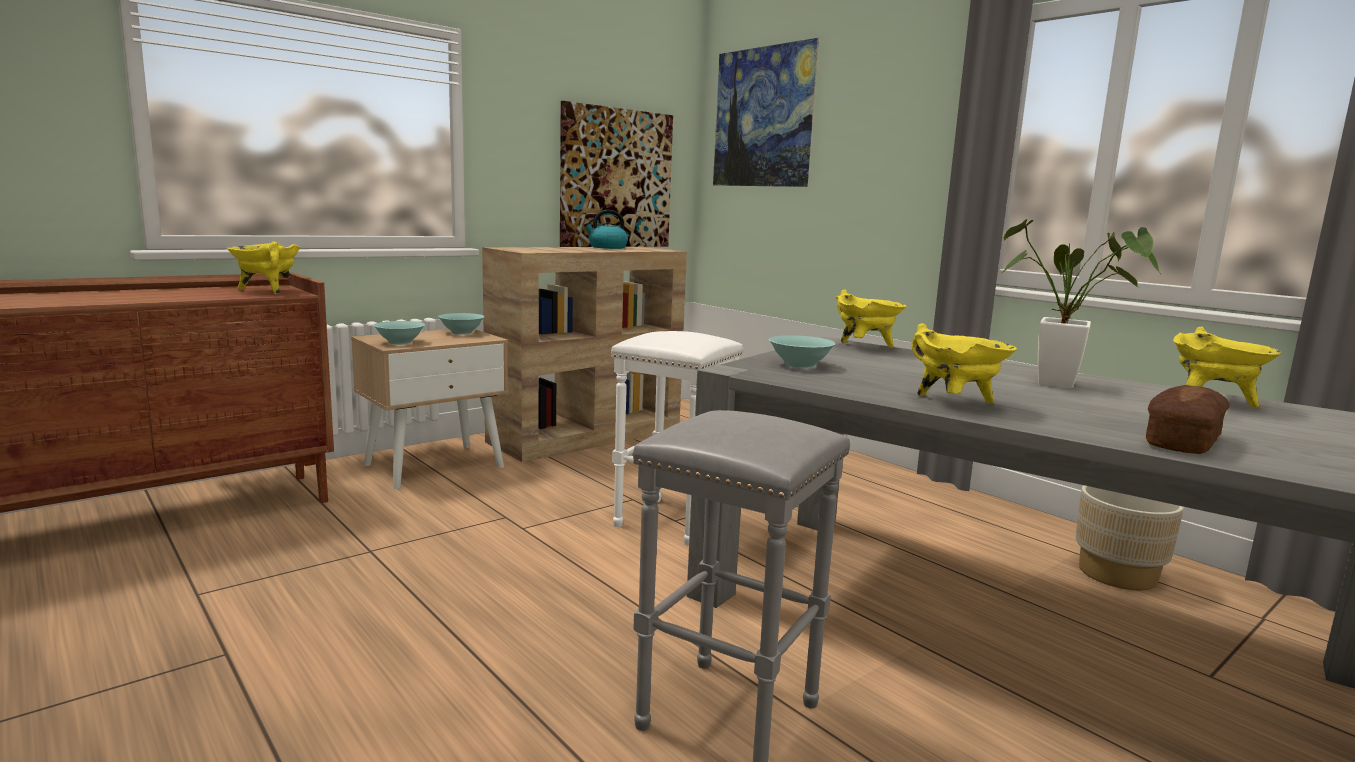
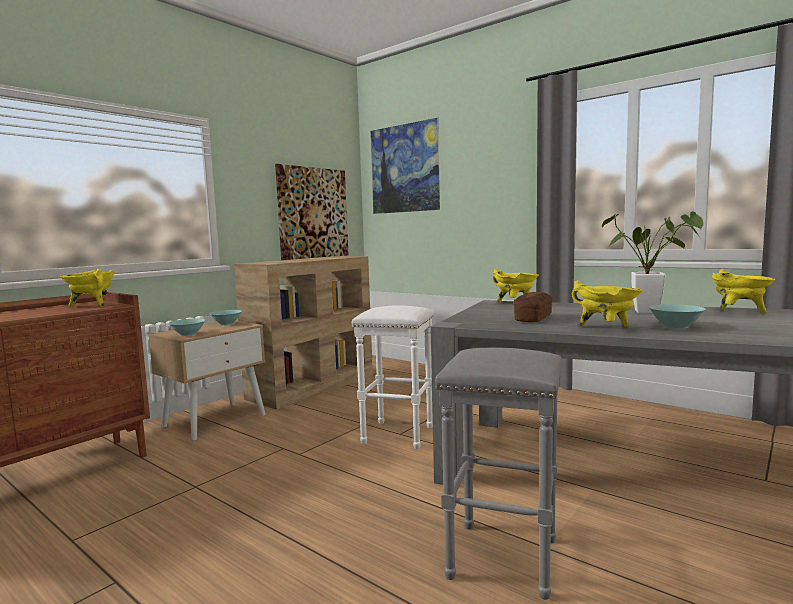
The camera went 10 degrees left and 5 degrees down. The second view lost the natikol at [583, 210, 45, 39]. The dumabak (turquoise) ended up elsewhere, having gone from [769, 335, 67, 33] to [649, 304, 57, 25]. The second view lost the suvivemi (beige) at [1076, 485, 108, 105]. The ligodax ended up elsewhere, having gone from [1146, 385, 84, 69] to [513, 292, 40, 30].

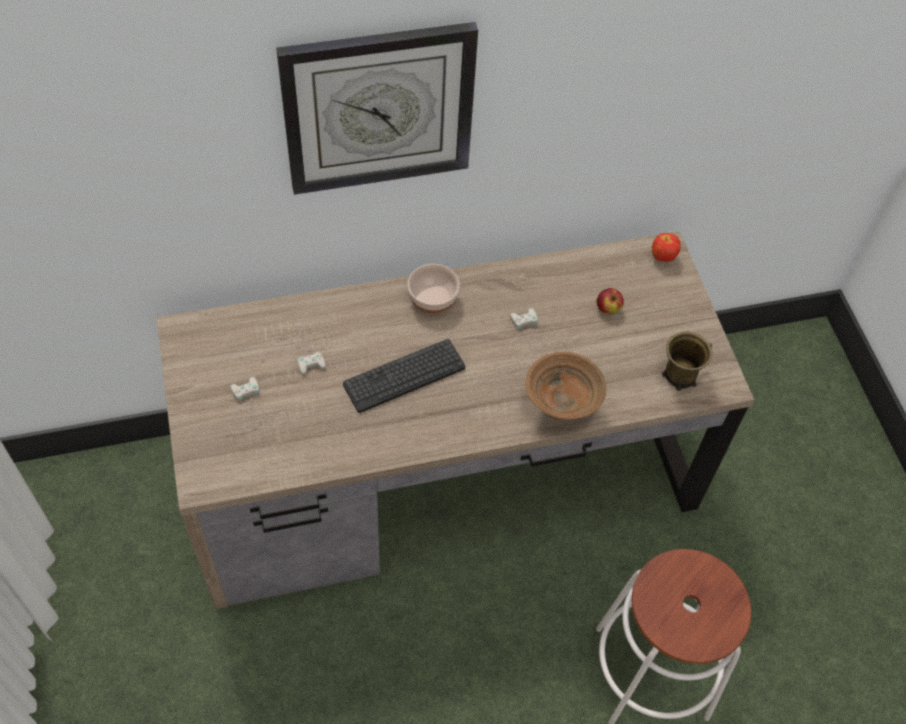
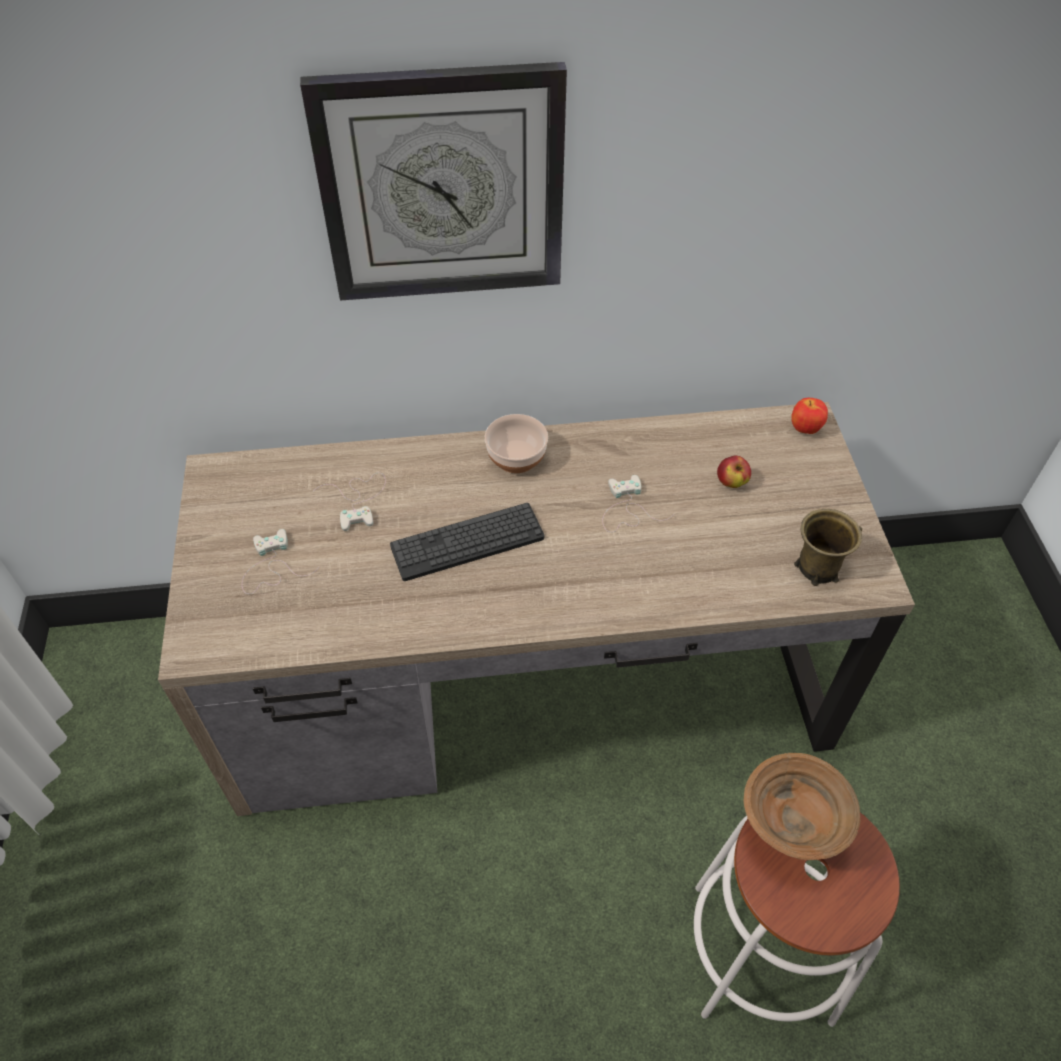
The camera went 10 degrees right and 5 degrees down. The dumabak (brown) ended up elsewhere, having gone from [525, 351, 81, 69] to [743, 753, 117, 107].

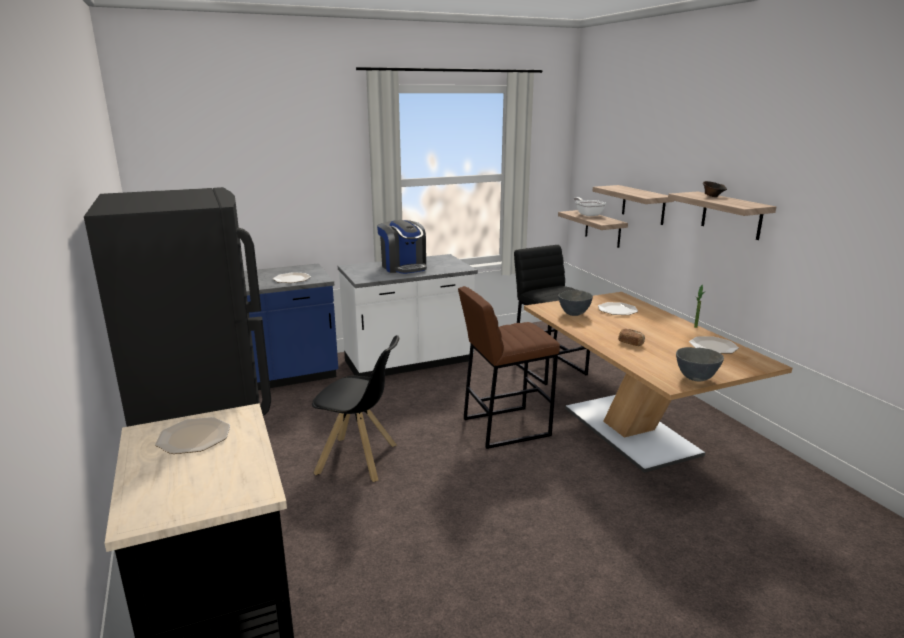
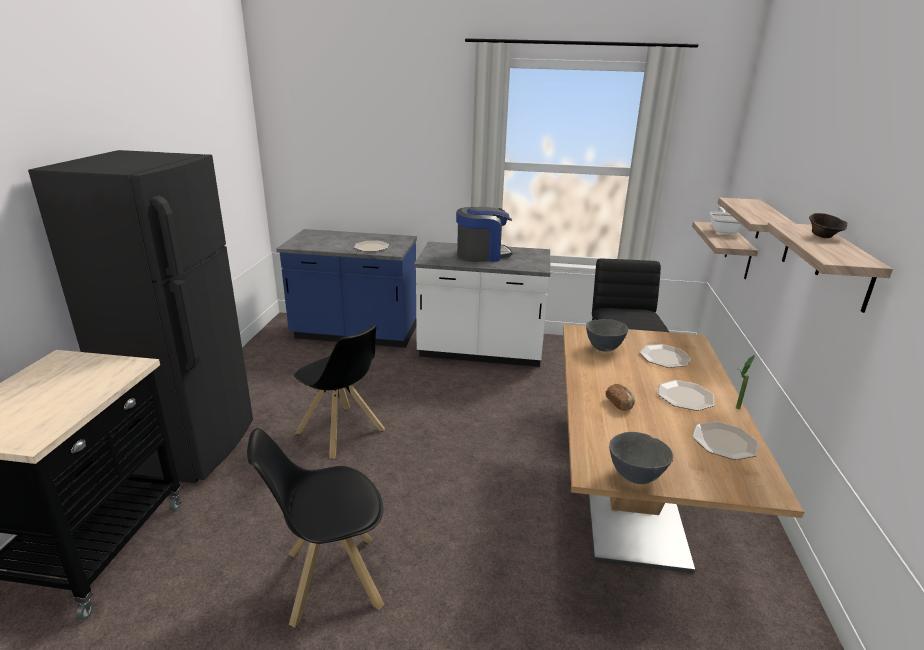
The camera went 30 degrees right and 5 degrees up. The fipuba ended up elsewhere, having gone from [155, 417, 75, 37] to [658, 380, 57, 31]. The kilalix at [377, 220, 50, 54] ended up facing another way, 105 degrees counterclockwise from before. The second view lost the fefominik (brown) at [458, 286, 102, 163]. The second view gained the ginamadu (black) at [247, 428, 137, 200].

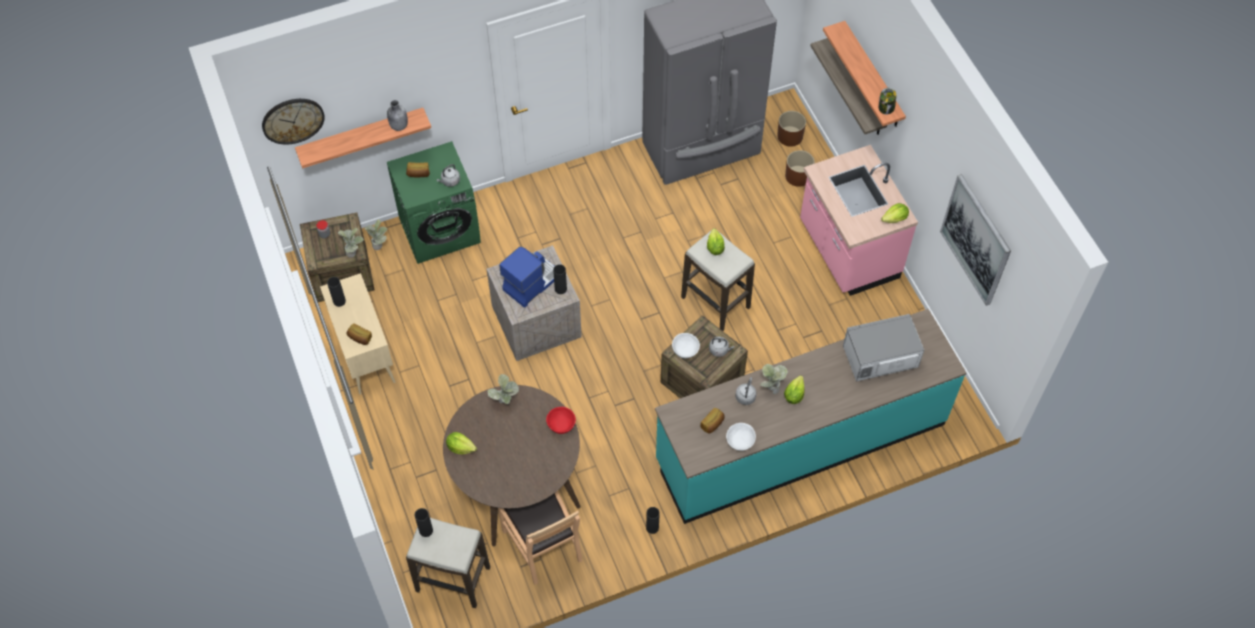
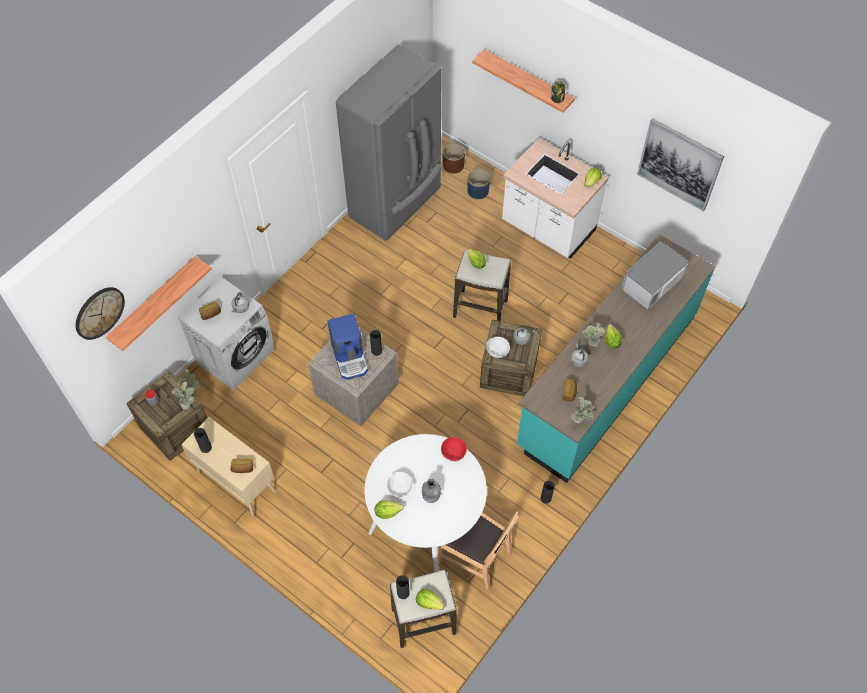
The camera went 30 degrees left and 0 degrees up. The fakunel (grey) ended up elsewhere, having gone from [387, 100, 21, 31] to [422, 479, 19, 24]. What was the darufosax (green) at [387, 141, 94, 123] turned into the darufosax (white) at [178, 277, 96, 113]. What was the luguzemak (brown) at [443, 385, 138, 161] turned into the luguzemak (white) at [365, 434, 122, 138]. The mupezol ended up elsewhere, having gone from [488, 374, 31, 30] to [571, 397, 24, 26]. The kilalix at [499, 247, 56, 61] ended up facing another way, 150 degrees clockwise from before. The dumabak (white) ended up elsewhere, having gone from [726, 423, 30, 28] to [387, 472, 26, 25]. What was the suvivemi (brown) at [785, 150, 29, 37] turned into the suvivemi (blue) at [467, 169, 23, 30]. What was the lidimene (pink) at [800, 145, 118, 151] turned into the lidimene (white) at [502, 138, 107, 120]. The second view lost the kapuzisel at [810, 38, 77, 97]. The second view gained the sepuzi at [416, 589, 28, 21].

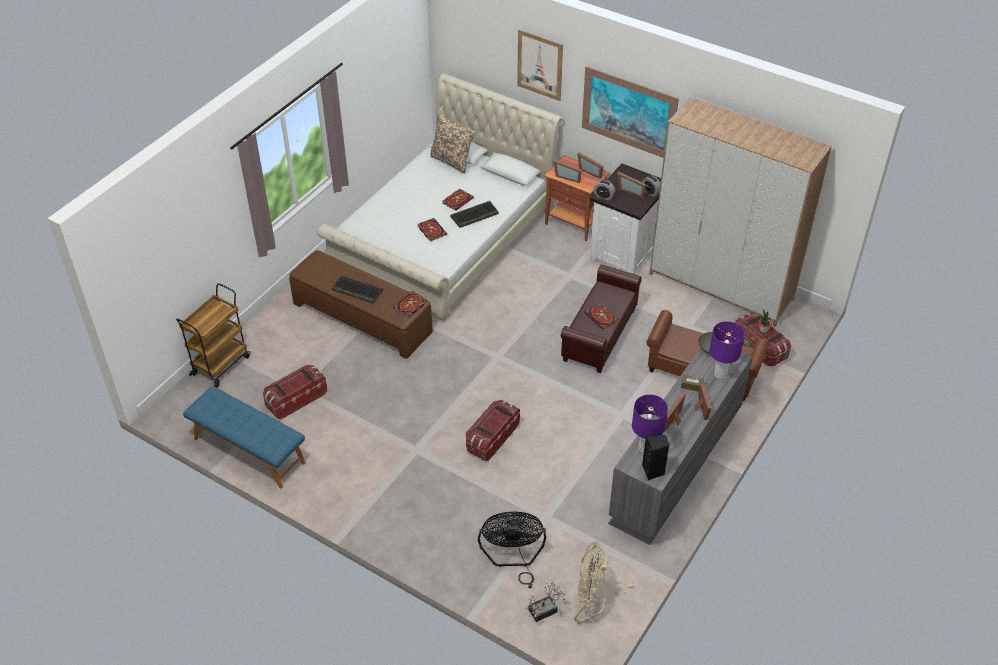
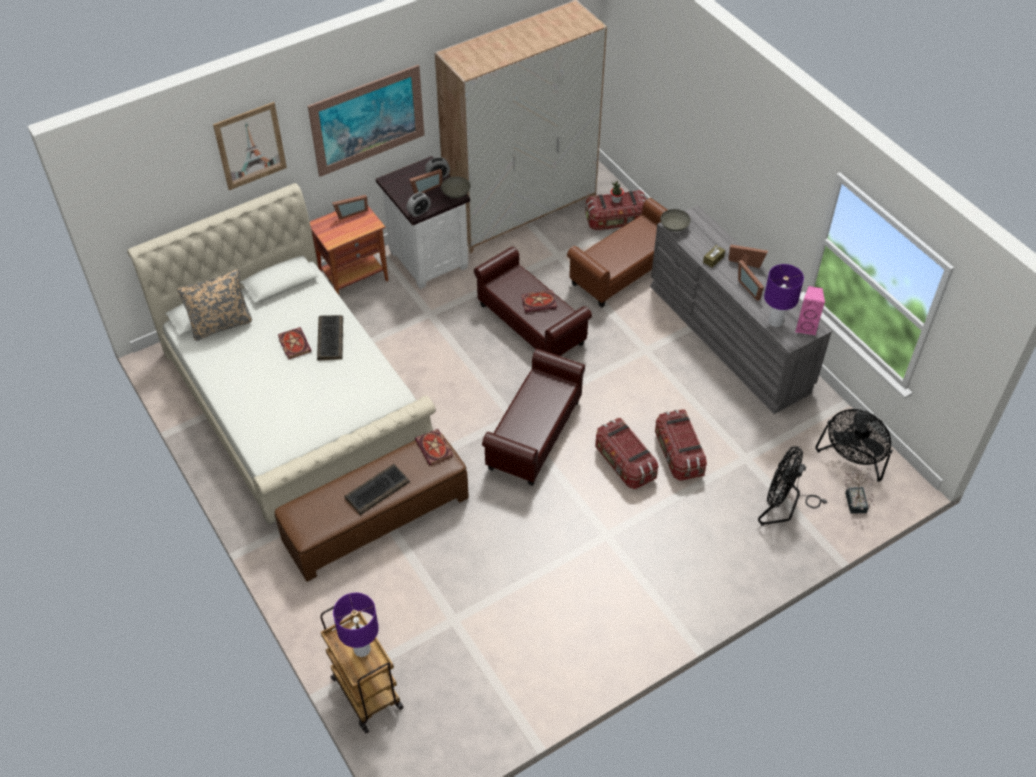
The camera went 65 degrees left and 5 degrees up. The second view lost the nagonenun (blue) at [183, 386, 123, 102]. The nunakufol ended up elsewhere, having gone from [263, 365, 64, 54] to [655, 409, 52, 72]. The second view lost the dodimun at [418, 218, 29, 23]. The second view lost the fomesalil at [553, 159, 29, 24]. What was the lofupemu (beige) at [574, 541, 59, 83] turned into the lofupemu (black) at [815, 409, 78, 73]. What was the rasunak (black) at [642, 435, 27, 45] turned into the rasunak (pink) at [795, 286, 30, 49]. The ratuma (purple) ended up elsewhere, having gone from [709, 321, 36, 58] to [333, 593, 46, 64]. The second view gained the dumabak (grey) at [441, 176, 29, 23]. The second view gained the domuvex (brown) at [482, 349, 103, 137].

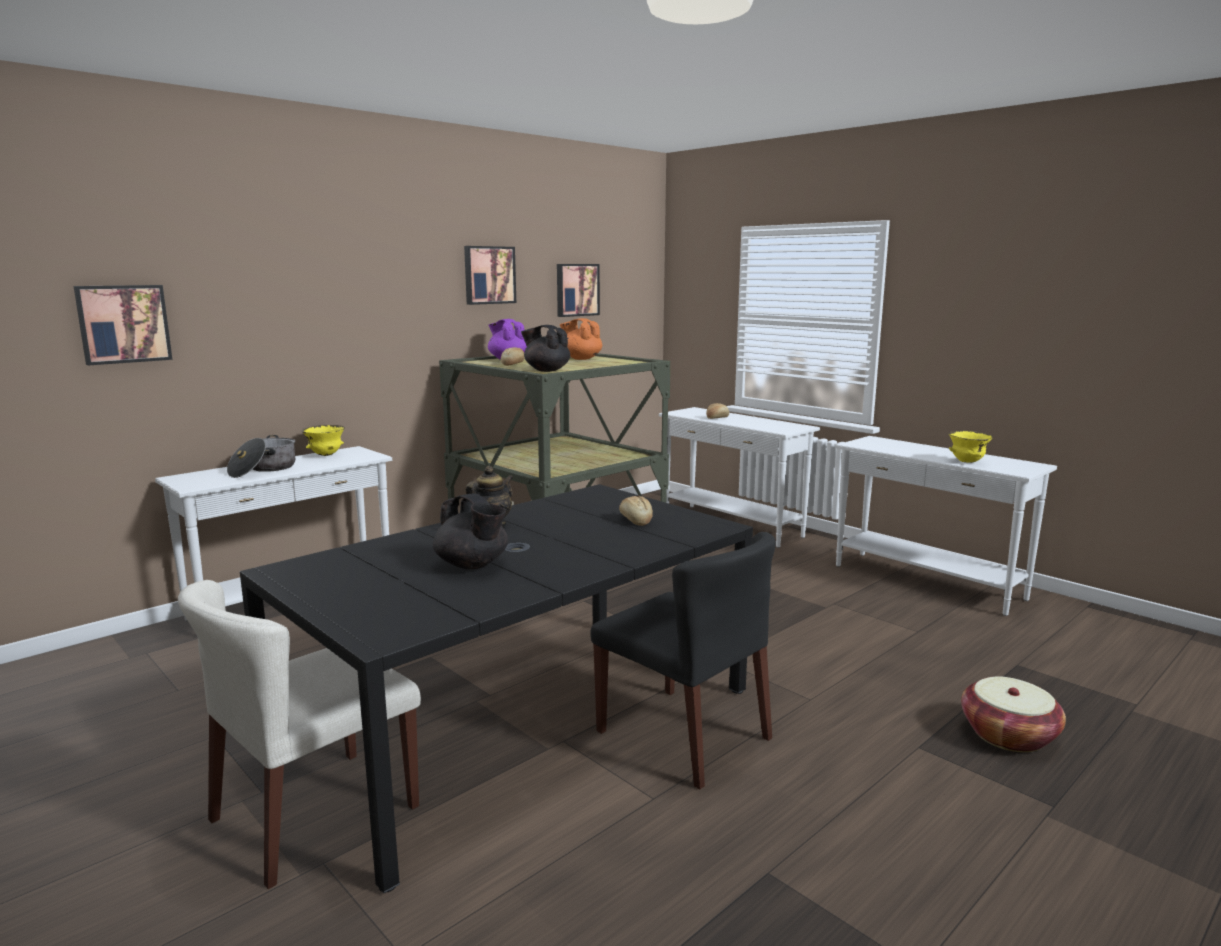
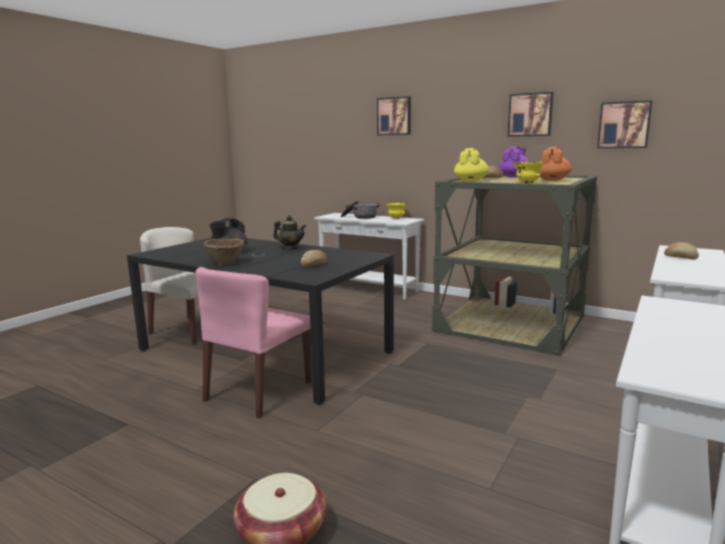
The camera went 75 degrees right and 0 degrees up. The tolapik ended up elsewhere, having gone from [74, 285, 98, 80] to [377, 96, 34, 39]. What was the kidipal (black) at [521, 325, 49, 47] turned into the kidipal (yellow) at [454, 148, 35, 34]. What was the ginamadu (black) at [590, 532, 186, 257] turned into the ginamadu (pink) at [196, 267, 115, 152]. The dumabak (yellow) ended up elsewhere, having gone from [948, 431, 45, 32] to [513, 161, 32, 22]. The second view gained the dumabak (brown) at [204, 239, 41, 26].

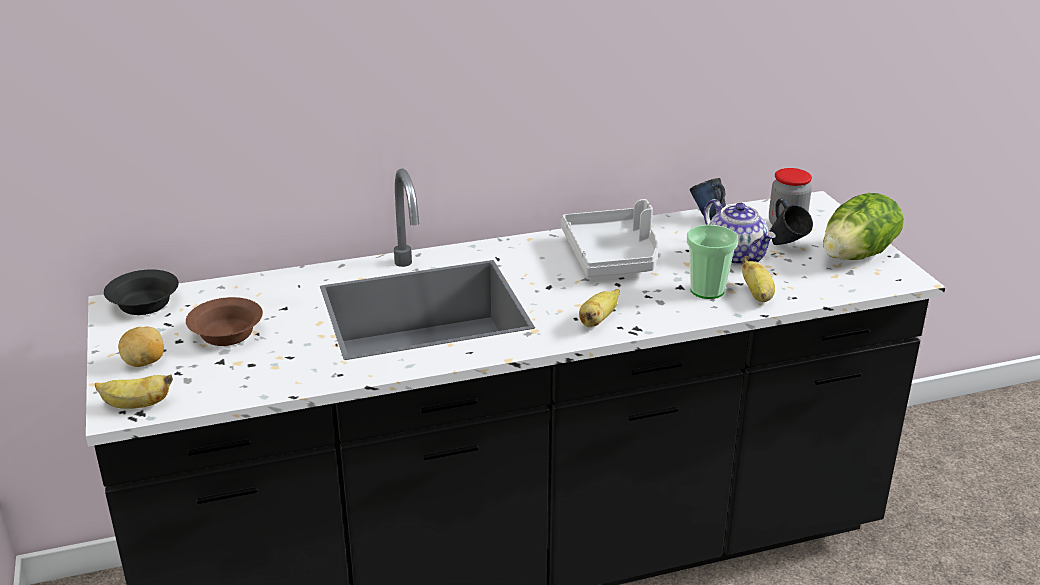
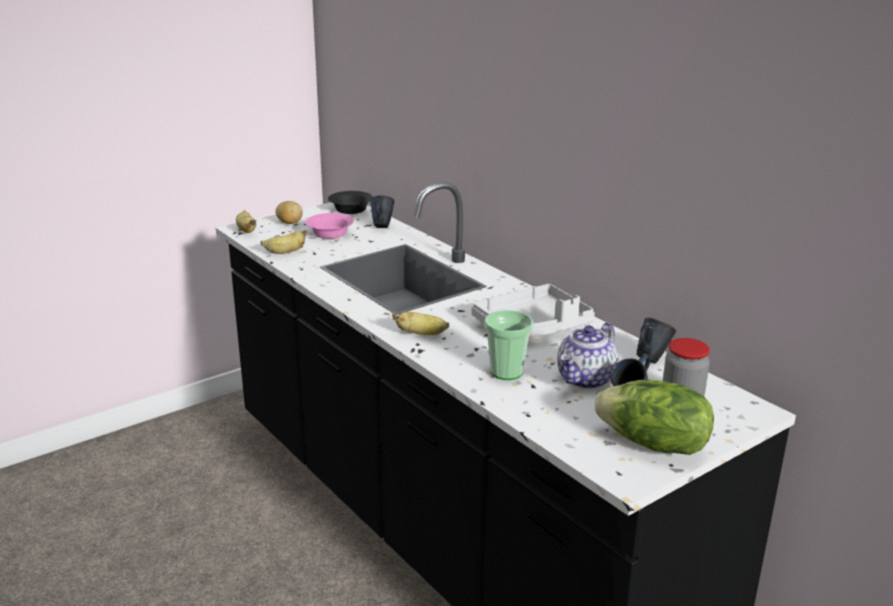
The camera went 70 degrees right and 5 degrees down. What was the dumabak (brown) at [186, 297, 77, 49] turned into the dumabak (pink) at [305, 213, 49, 26]. The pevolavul ended up elsewhere, having gone from [742, 256, 33, 46] to [261, 229, 46, 25]. The second view gained the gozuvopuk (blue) at [371, 195, 23, 33].

